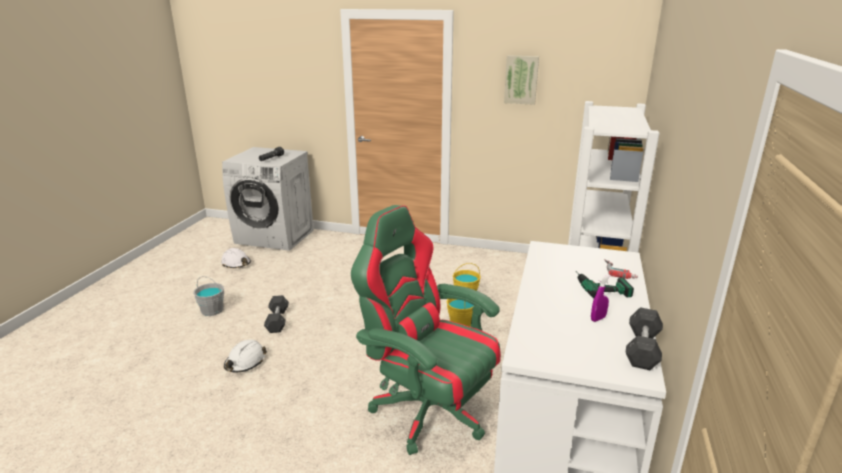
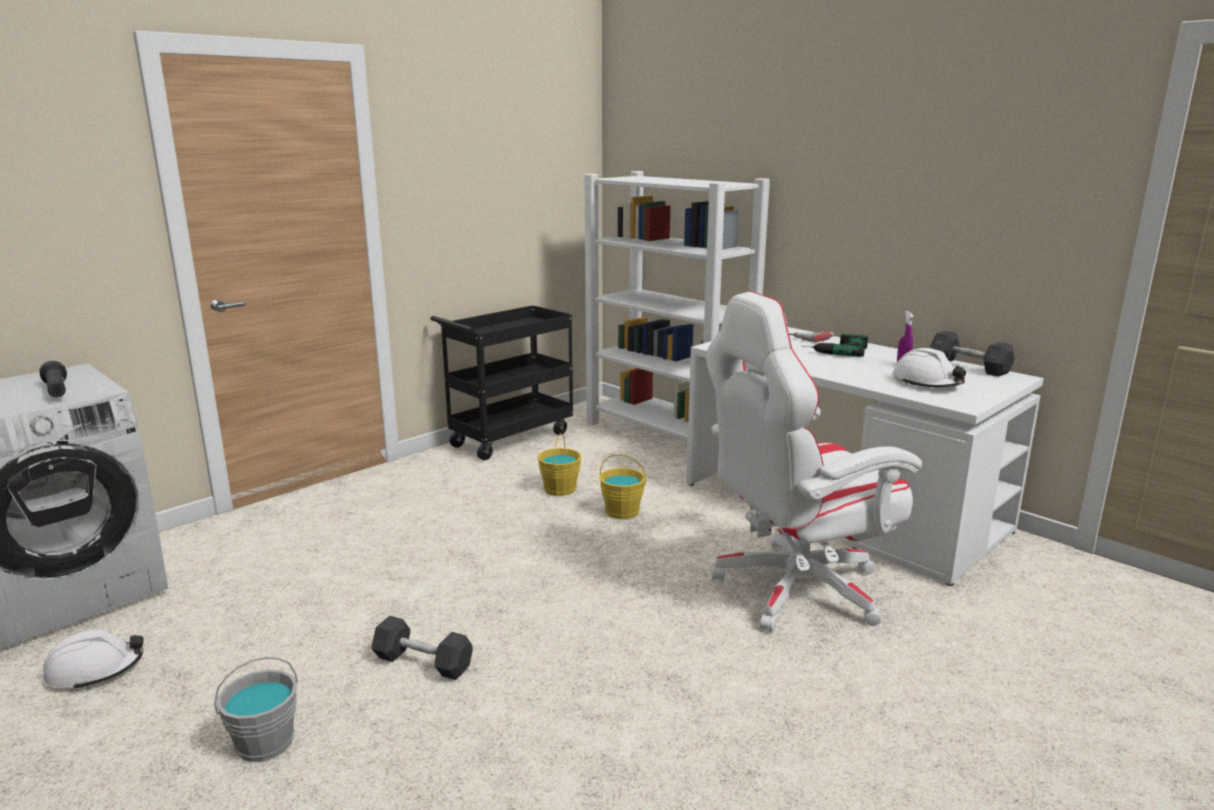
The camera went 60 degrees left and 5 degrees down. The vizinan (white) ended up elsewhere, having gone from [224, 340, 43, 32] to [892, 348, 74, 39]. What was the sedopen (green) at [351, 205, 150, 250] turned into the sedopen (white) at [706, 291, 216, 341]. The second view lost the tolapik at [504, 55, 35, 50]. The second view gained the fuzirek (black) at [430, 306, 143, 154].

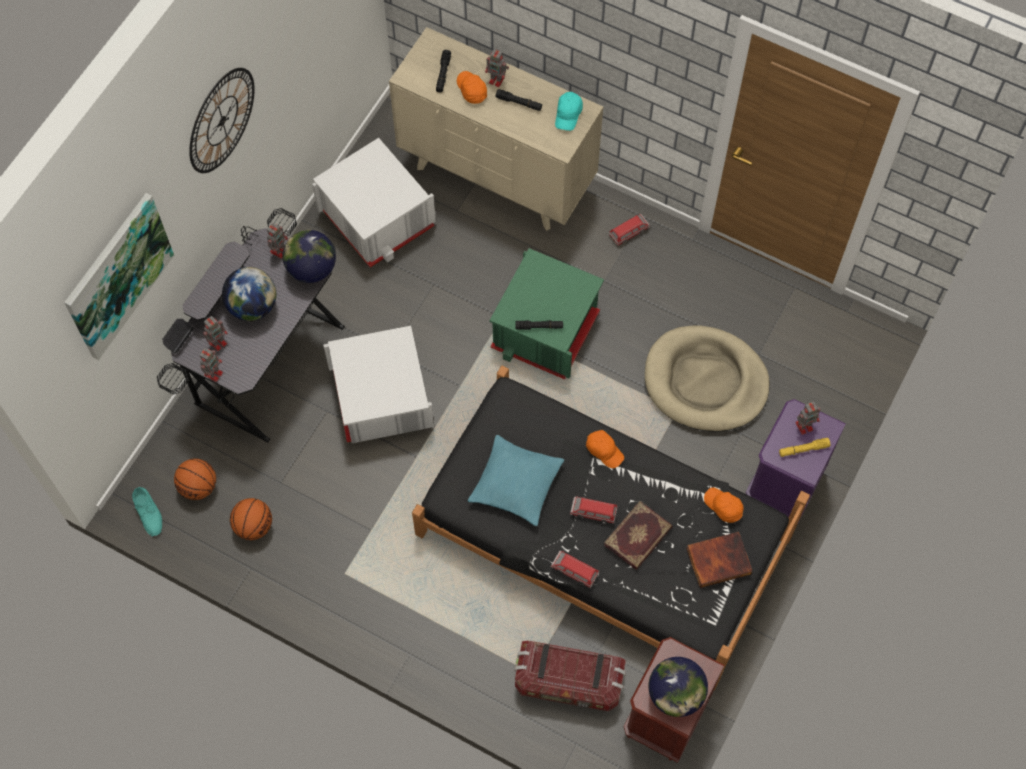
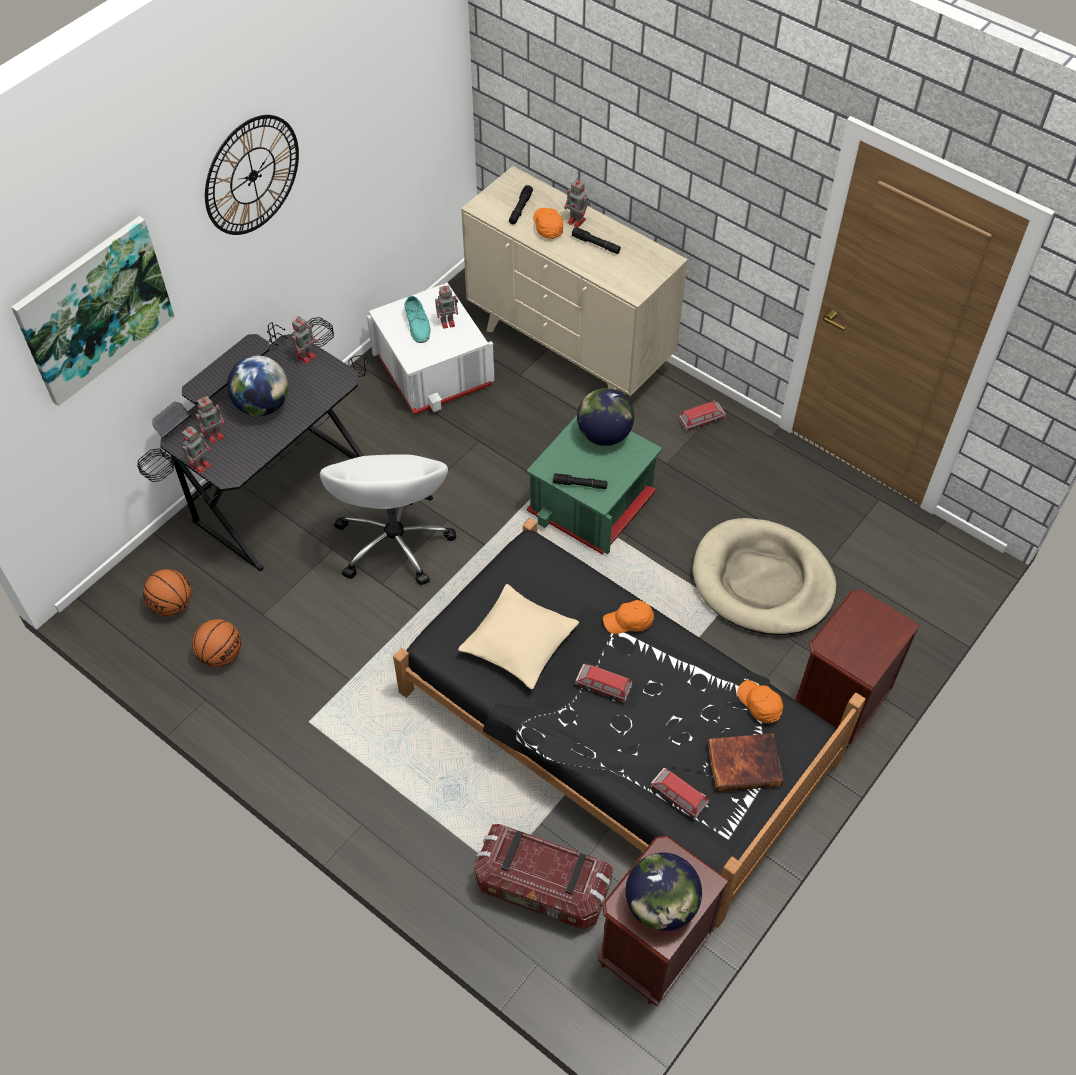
The camera went 10 degrees right and 10 degrees down. The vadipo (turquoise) ended up elsewhere, having gone from [132, 487, 30, 50] to [404, 296, 26, 47]. The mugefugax ended up elsewhere, having gone from [283, 230, 53, 53] to [577, 388, 57, 58]. Where the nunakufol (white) stood at [323, 326, 111, 117], the sedopen (white) came to stand at [320, 454, 137, 131]. What was the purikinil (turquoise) at [468, 435, 96, 91] turned into the purikinil (beige) at [458, 584, 121, 105]. The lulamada ended up elsewhere, having gone from [551, 551, 48, 37] to [650, 767, 59, 52]. The second view lost the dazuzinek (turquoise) at [555, 92, 28, 39]. The dazuzinek (orange) at [586, 430, 38, 38] ended up facing another way, 120 degrees clockwise from before. The second view lost the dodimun at [604, 501, 69, 69]. What was the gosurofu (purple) at [746, 399, 100, 124] turned into the gosurofu (brown) at [793, 590, 127, 158]. The second view lost the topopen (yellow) at [779, 438, 51, 19]. The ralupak ended up elsewhere, having gone from [795, 401, 25, 34] to [435, 284, 23, 45].

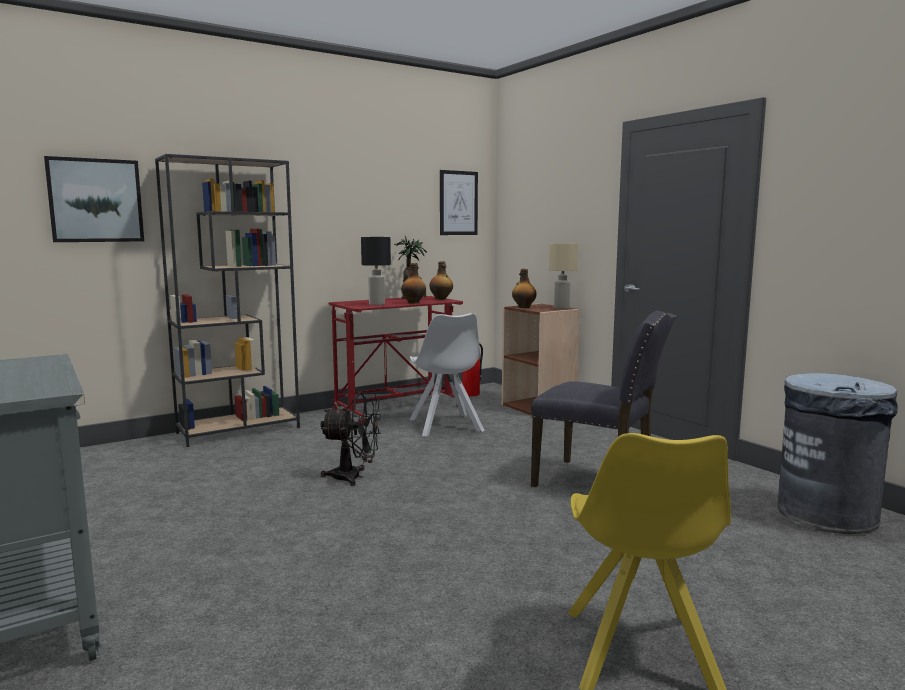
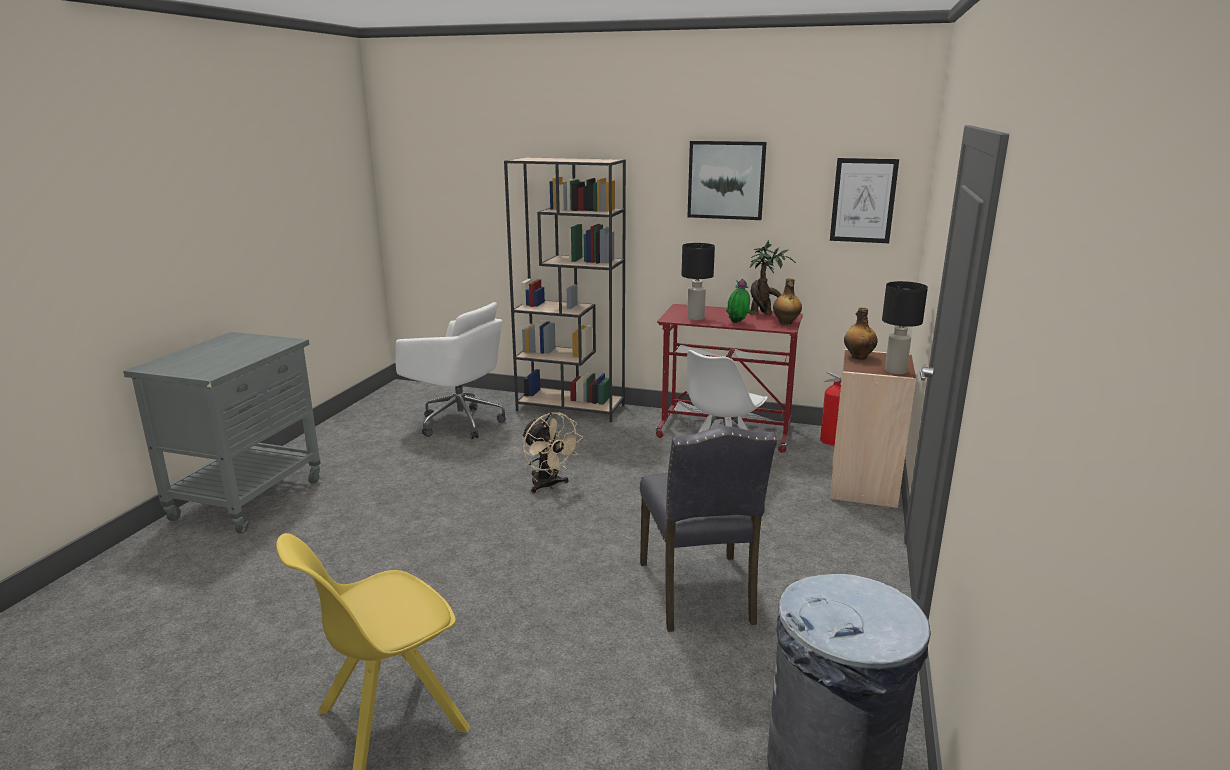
The camera went 50 degrees right and 10 degrees up. The tolapik ended up elsewhere, having gone from [44, 156, 100, 86] to [687, 141, 80, 79]. What was the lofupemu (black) at [321, 392, 60, 94] turned into the lofupemu (beige) at [522, 412, 61, 81]. Where the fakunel stood at [401, 263, 25, 41], the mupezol came to stand at [726, 279, 25, 44]. What was the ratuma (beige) at [549, 243, 29, 66] turned into the ratuma (black) at [882, 281, 46, 94]. The second view gained the sedopen (white) at [395, 302, 110, 137].

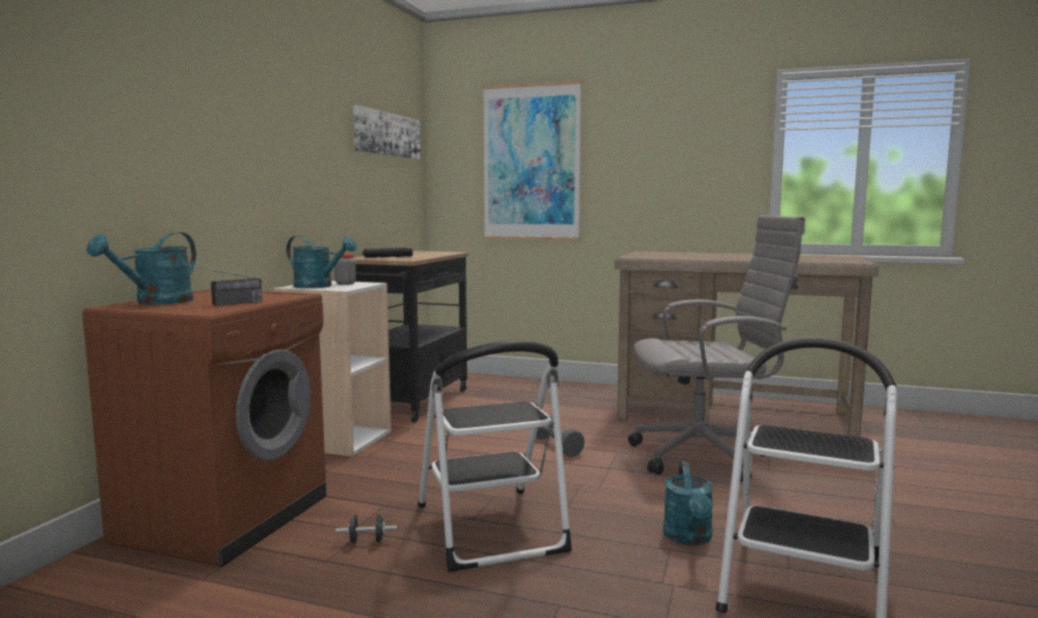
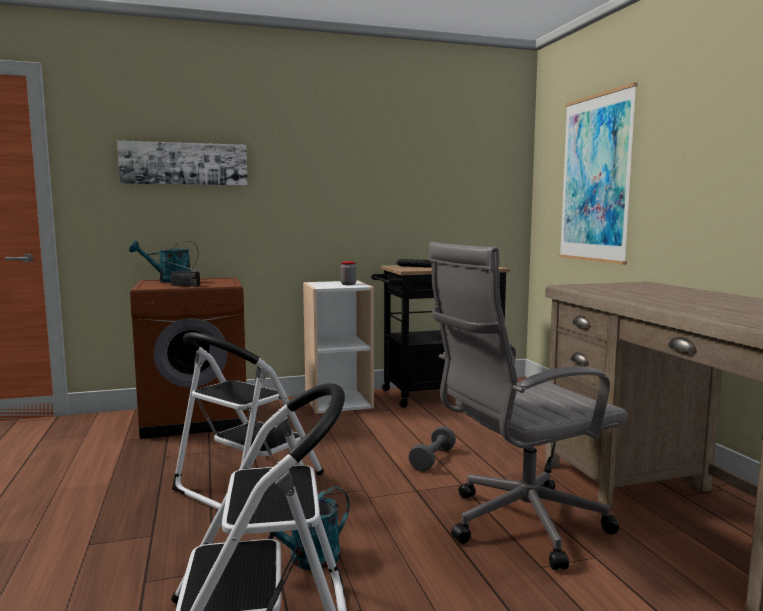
The camera went 55 degrees right and 0 degrees up. The second view lost the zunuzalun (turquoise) at [287, 236, 70, 52]. The second view lost the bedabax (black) at [335, 514, 62, 30]. The tolapik ended up elsewhere, having gone from [353, 105, 67, 54] to [117, 141, 131, 45]. The sedopen (grey) at [628, 215, 177, 267] ended up facing another way, 105 degrees clockwise from before.

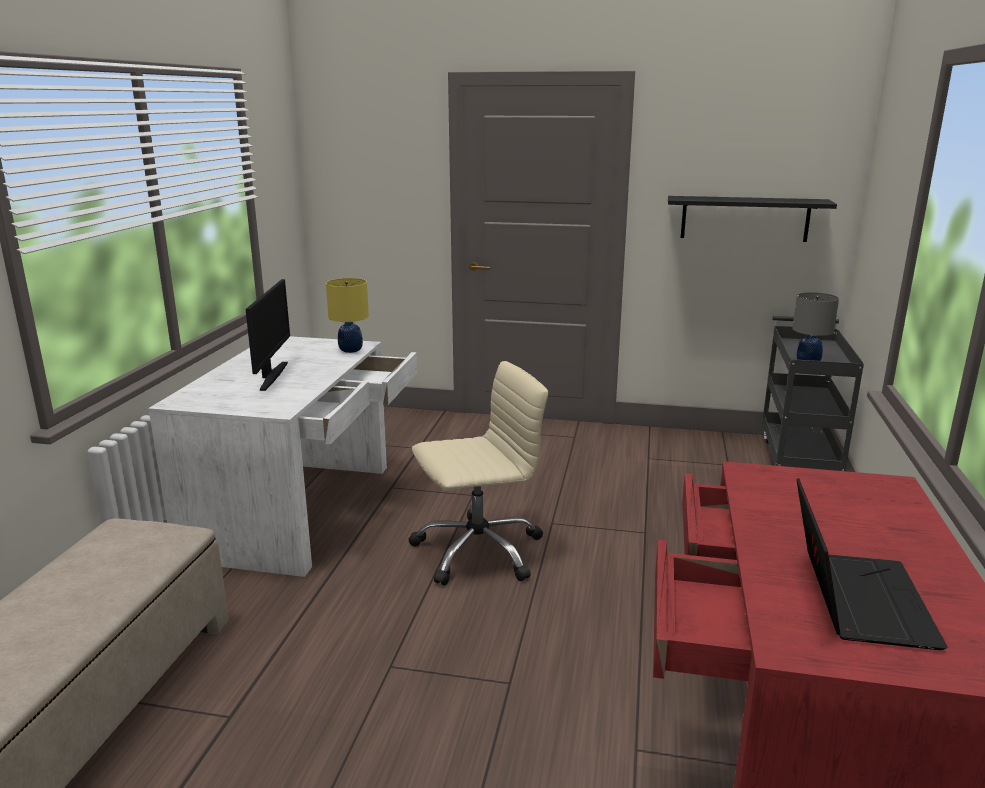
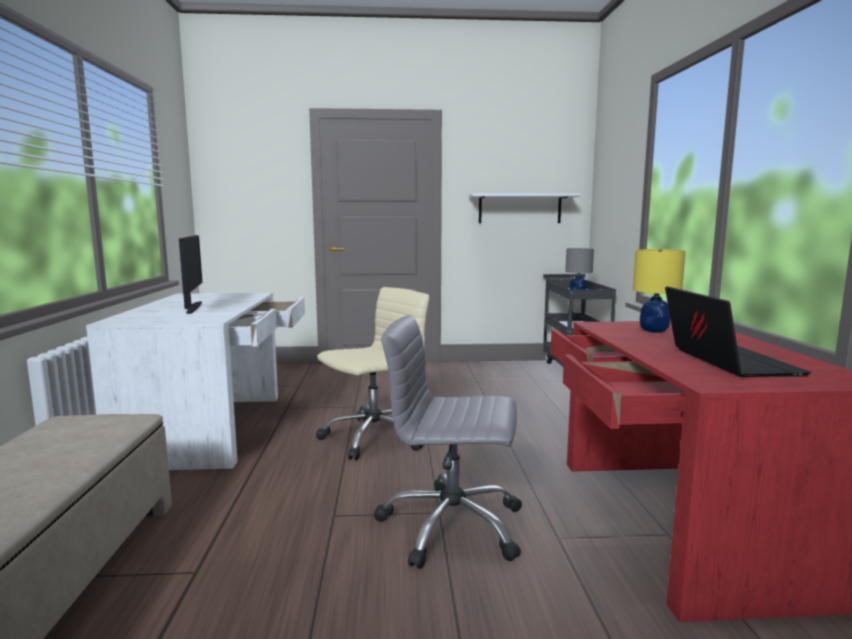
The camera went 15 degrees left and 10 degrees down. The ratuma (yellow) ended up elsewhere, having gone from [326, 278, 43, 75] to [633, 249, 53, 83]. What was the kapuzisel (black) at [668, 196, 169, 46] turned into the kapuzisel (white) at [469, 193, 111, 30]. The second view gained the sedopen (grey) at [374, 315, 148, 254].

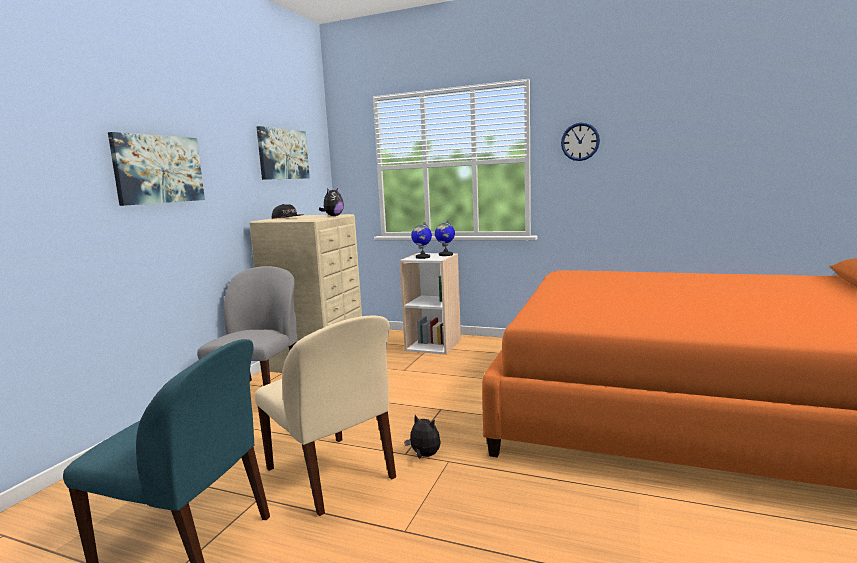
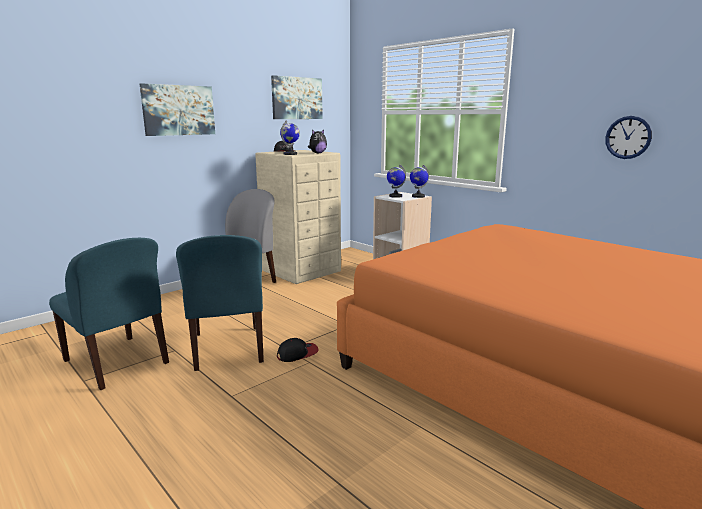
The camera went 25 degrees right and 5 degrees up. What was the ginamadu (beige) at [255, 316, 141, 200] turned into the ginamadu (blue) at [176, 235, 88, 136]. Where the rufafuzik stood at [405, 415, 35, 44], the dazuzinek came to stand at [277, 338, 42, 24]. The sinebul ended up elsewhere, having gone from [561, 123, 39, 38] to [605, 116, 47, 43]. The second view gained the mugefugax at [280, 121, 20, 34].

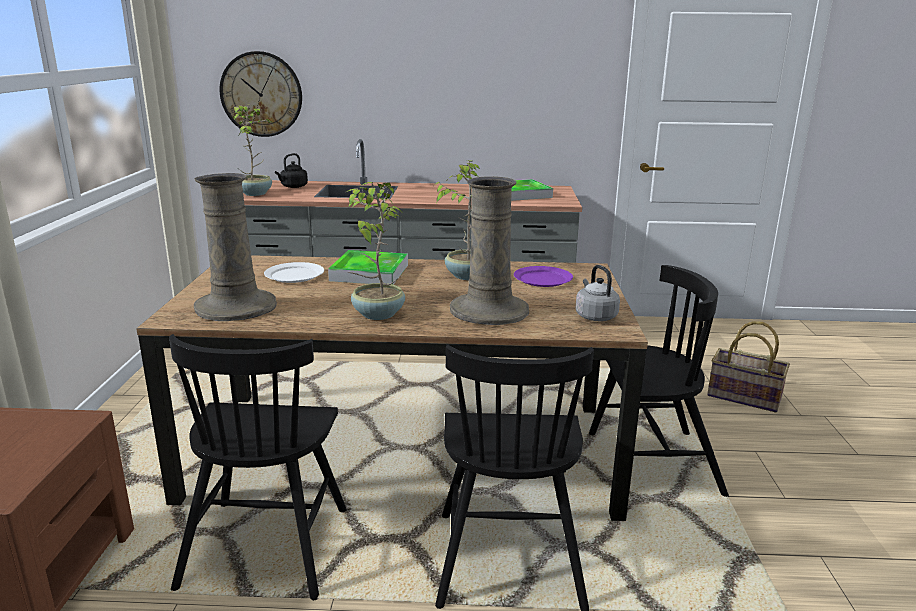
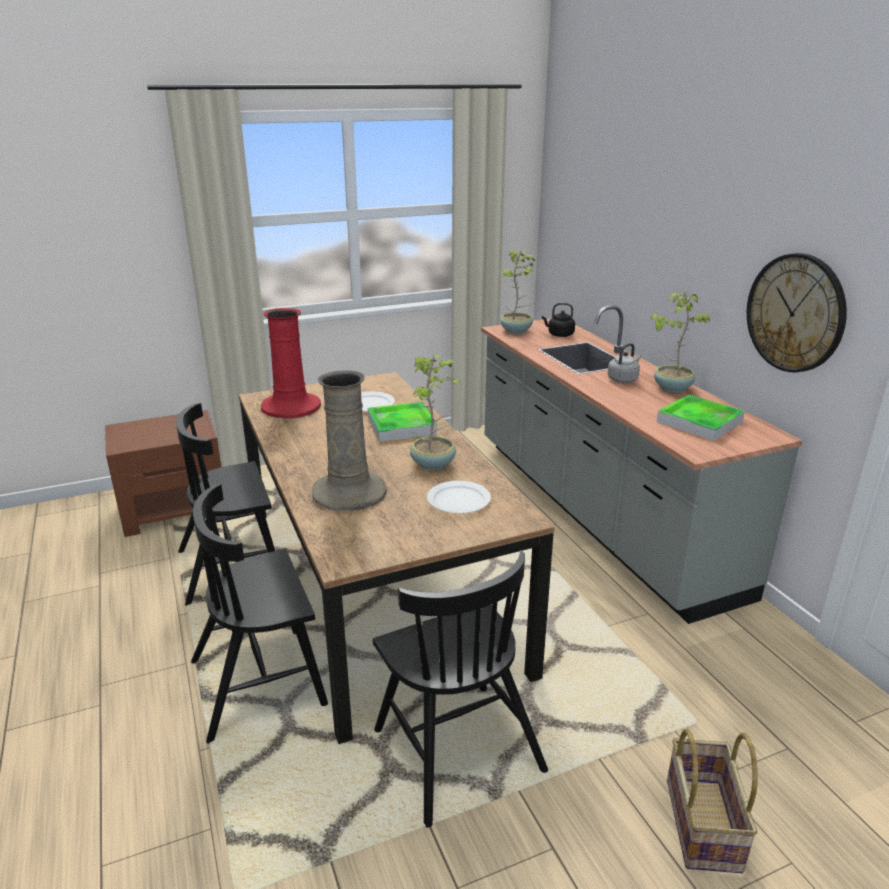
The camera went 65 degrees right and 5 degrees up. What was the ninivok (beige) at [194, 173, 83, 148] turned into the ninivok (red) at [261, 308, 60, 111]. The sinebul ended up elsewhere, having gone from [220, 51, 82, 86] to [747, 253, 100, 119]. The mupezol ended up elsewhere, having gone from [346, 182, 59, 138] to [651, 292, 59, 101]. What was the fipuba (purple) at [514, 266, 59, 21] turned into the fipuba (white) at [427, 481, 64, 32]. The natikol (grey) ended up elsewhere, having gone from [576, 265, 44, 56] to [607, 343, 34, 40].

